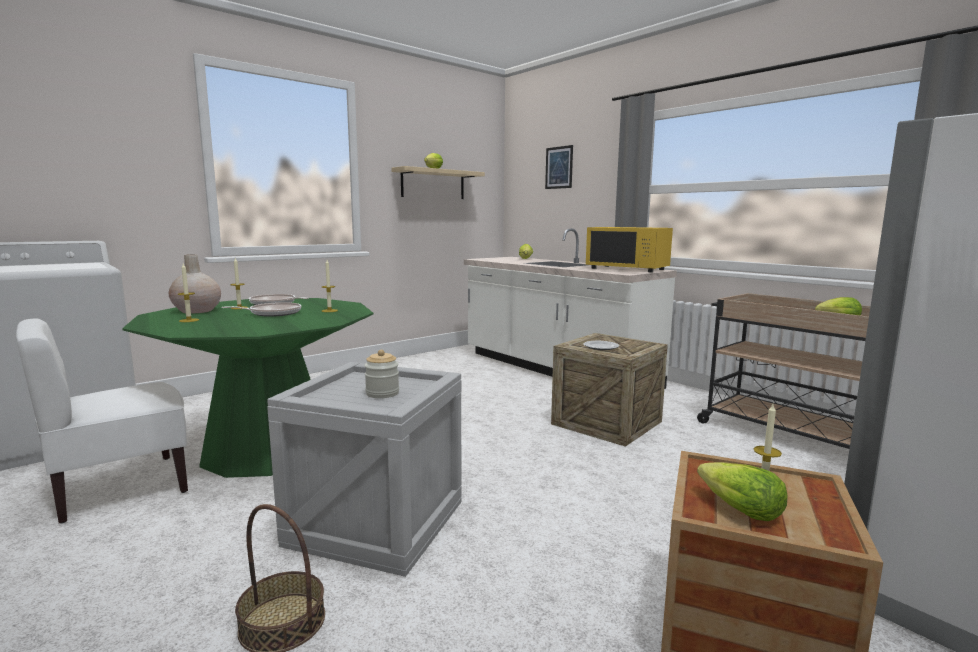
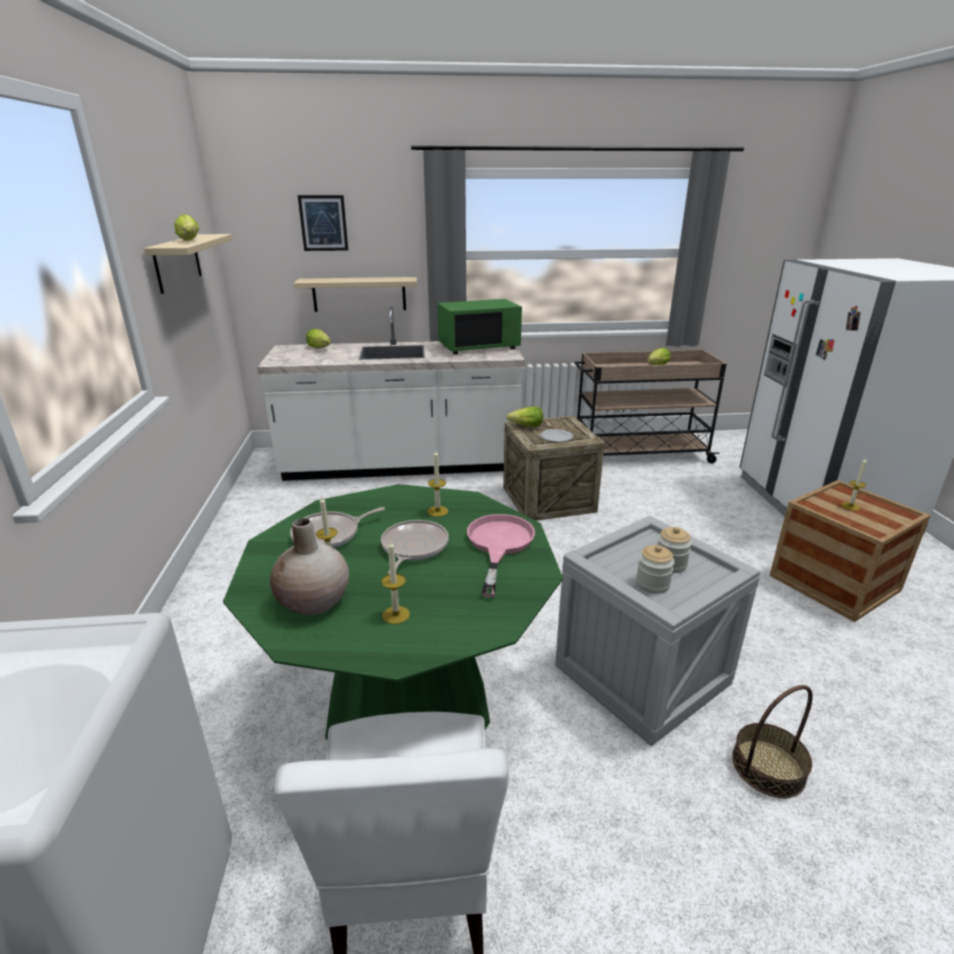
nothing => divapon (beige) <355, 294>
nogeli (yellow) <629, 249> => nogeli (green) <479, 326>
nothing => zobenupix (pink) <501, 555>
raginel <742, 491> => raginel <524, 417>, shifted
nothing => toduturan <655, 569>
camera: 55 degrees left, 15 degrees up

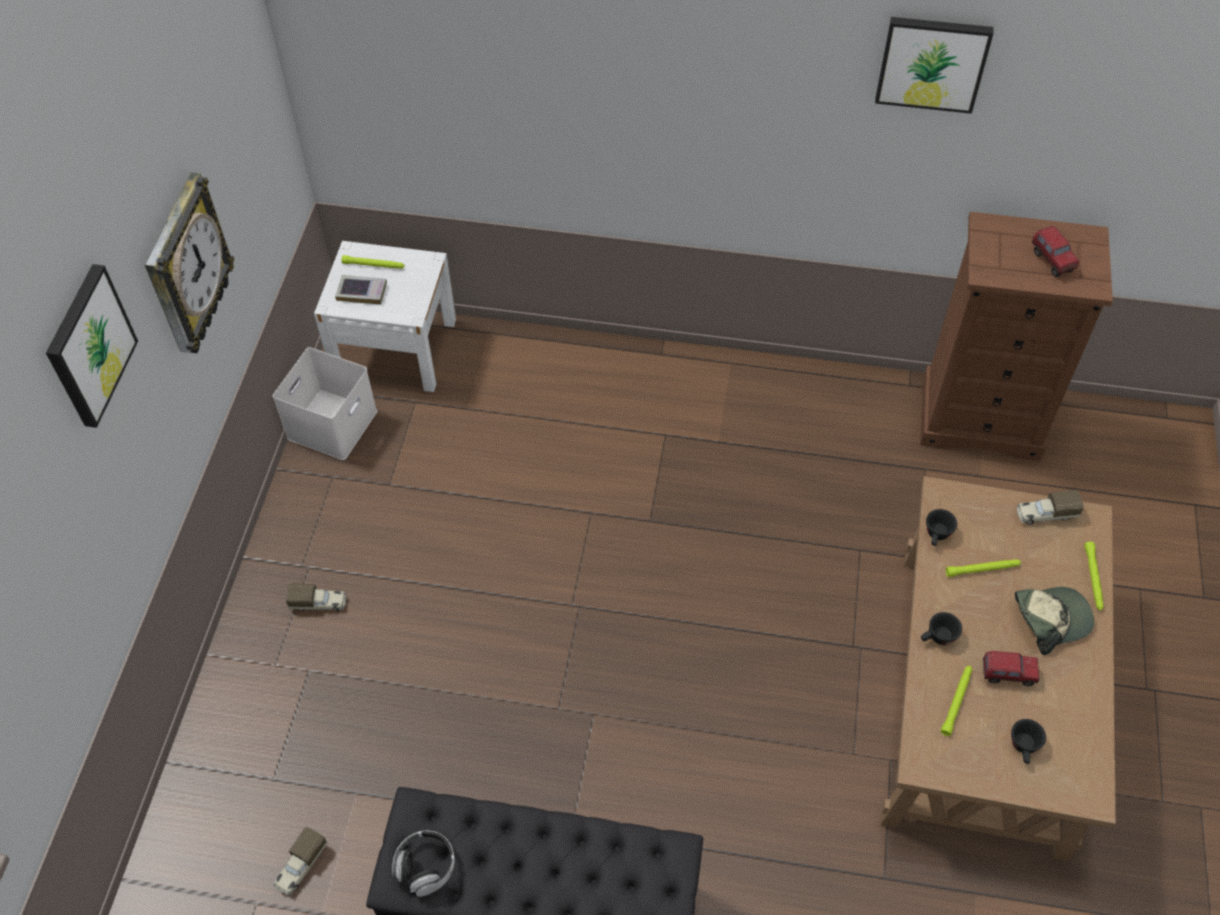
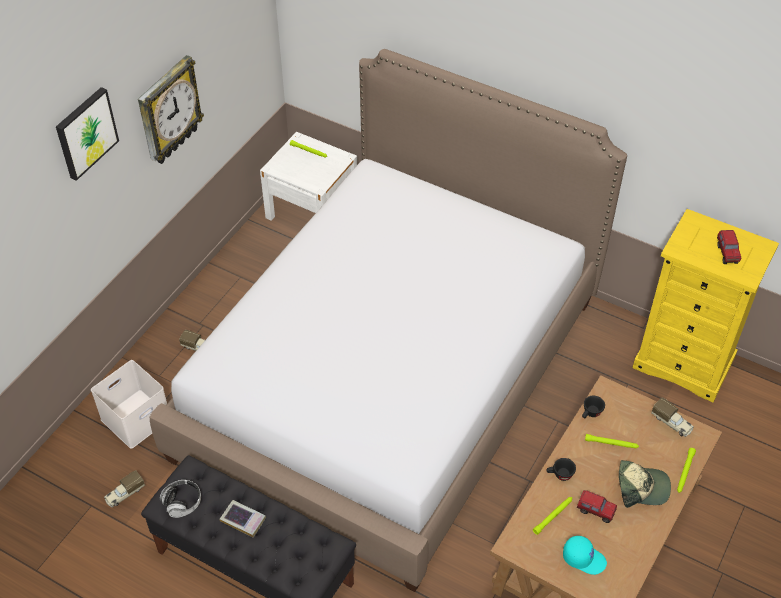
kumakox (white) <325, 403> => kumakox (white) <129, 404>, shifted
nothing => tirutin <388, 320>
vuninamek <361, 290> => vuninamek <243, 518>, shifted
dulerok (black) <1028, 741> => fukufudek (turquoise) <585, 555>
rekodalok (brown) <1016, 336> => rekodalok (yellow) <705, 305>
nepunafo <1050, 507> => nepunafo <672, 417>, 150 degrees counterclockwise
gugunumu <934, 65> => nothing
camera: 20 degrees right, 5 degrees down

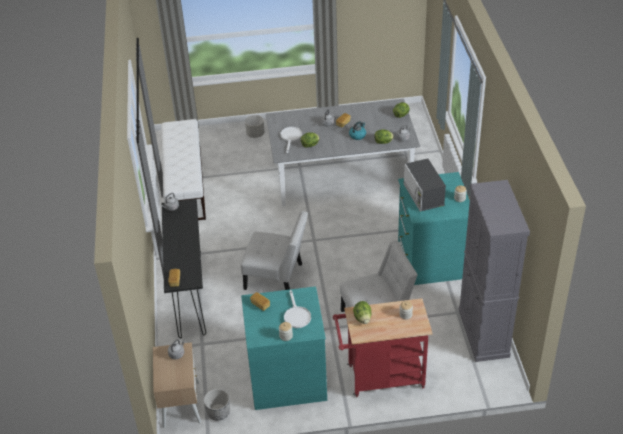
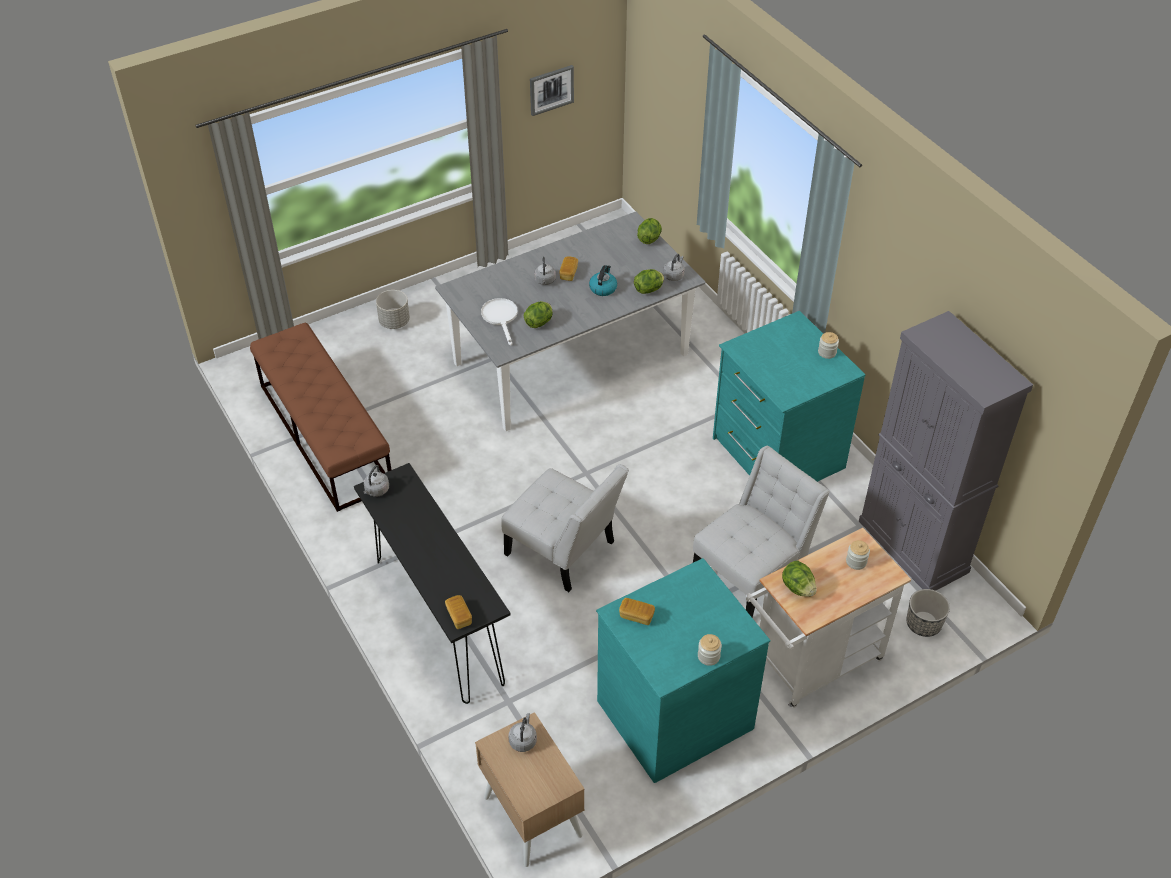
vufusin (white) <183, 169> => vufusin (brown) <320, 417>
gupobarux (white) <274, 250> => gupobarux (white) <565, 528>, 45 degrees clockwise
nothing => gugunumu <552, 90>
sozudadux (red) <383, 347> => sozudadux (white) <828, 618>
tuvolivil <216, 405> => tuvolivil <928, 613>, shifted
zobenupix (white) <297, 309> => nothing
nogeli <424, 185> => nothing
camera: 25 degrees left, 5 degrees up

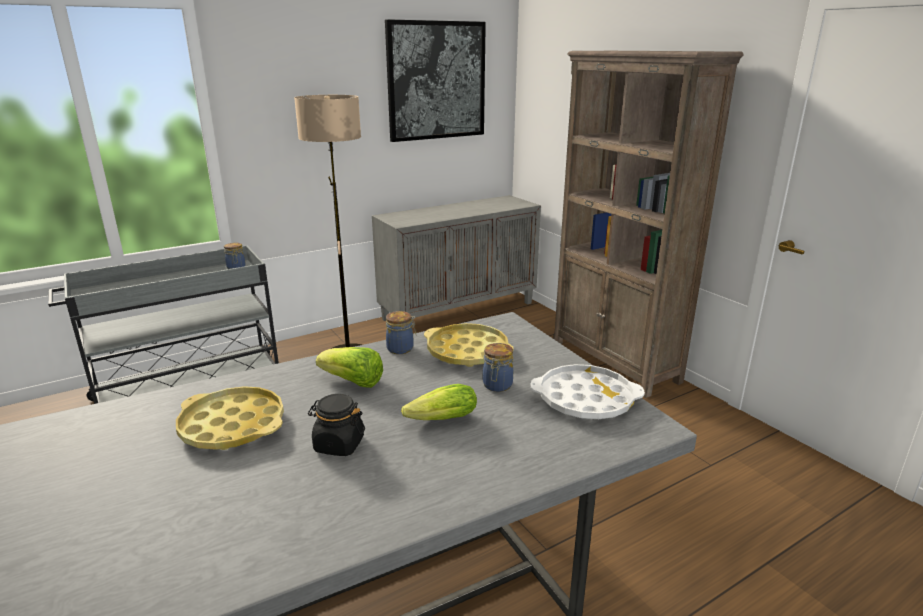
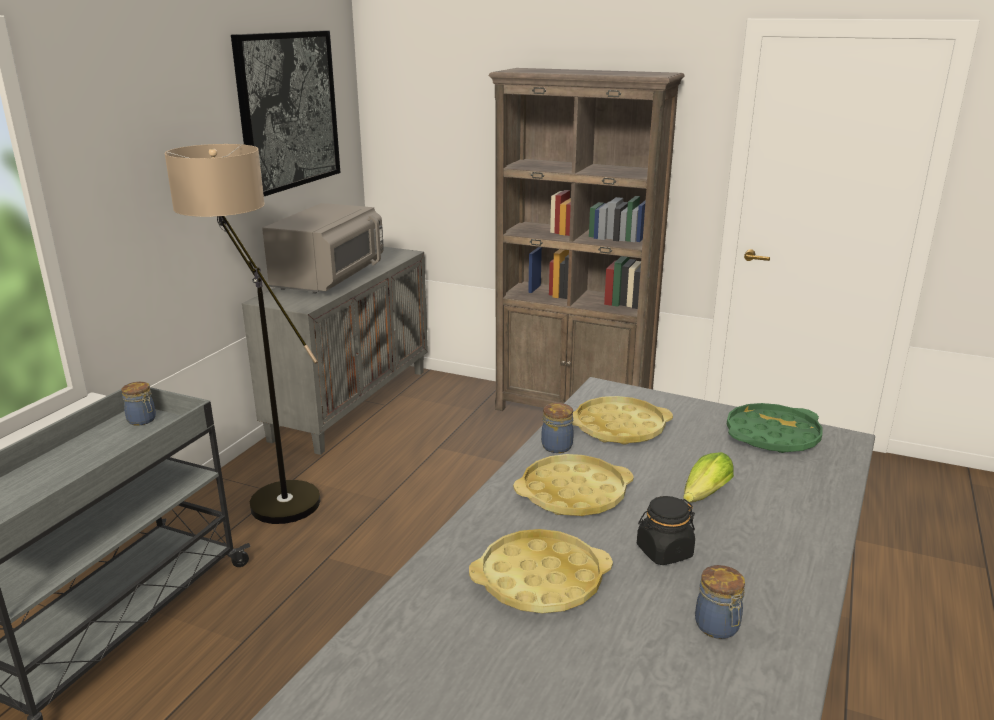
nothing => nogeli (grey) <323, 248>
raginel <349, 367> => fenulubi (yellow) <573, 485>
toduturan <498, 367> => toduturan <720, 602>, shifted
fenulubi (white) <587, 391> => fenulubi (green) <774, 428>
camera: 35 degrees left, 0 degrees up

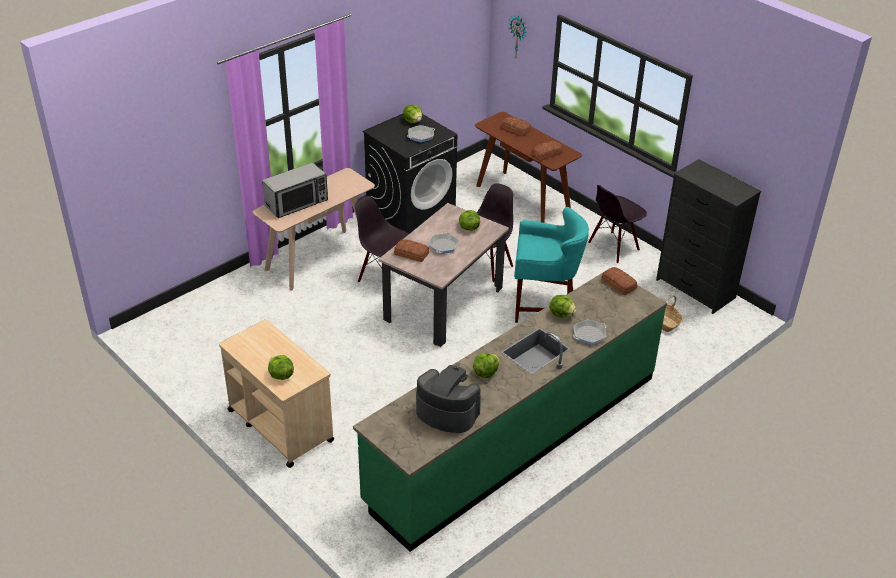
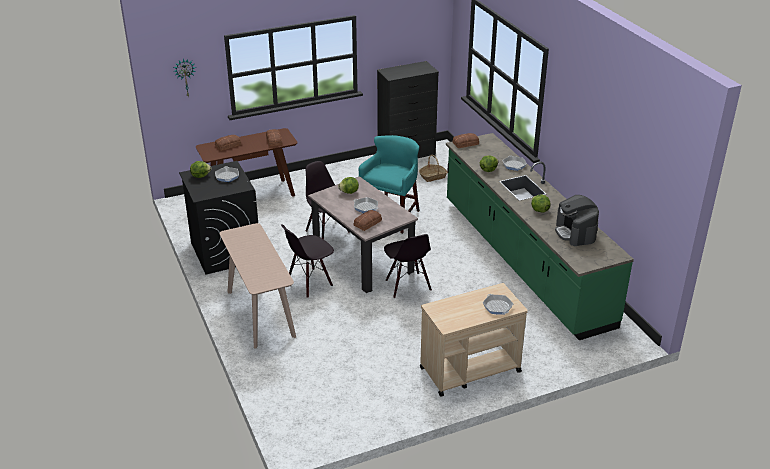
gupobarux (black) <617, 224> => gupobarux (black) <408, 266>, shifted
raginel <281, 367> => zobenupix <498, 304>
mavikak <448, 399> => mavikak <577, 220>, 60 degrees counterclockwise
nogeli <295, 190> => nothing
camera: 70 degrees left, 5 degrees down

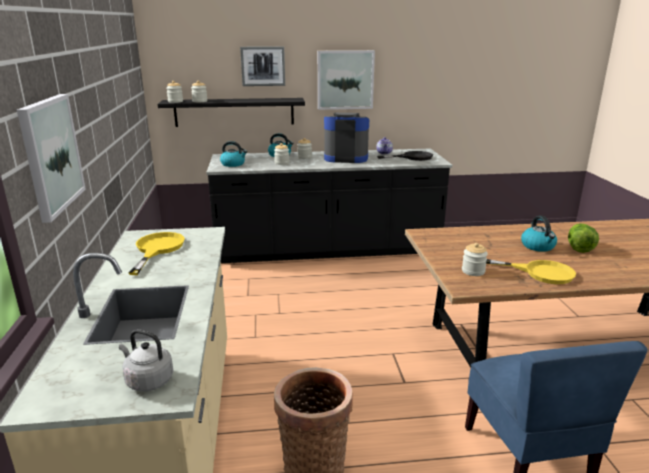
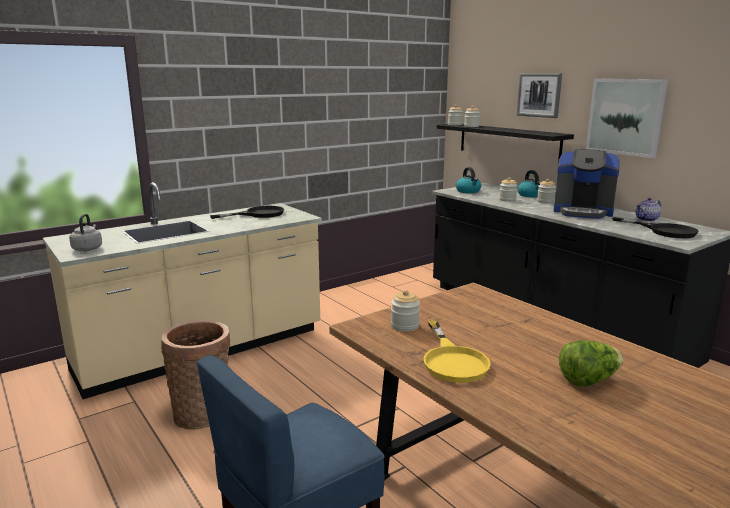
zobenupix (yellow) <156, 253> => zobenupix (black) <247, 212>
mavikak <346, 138> => mavikak <587, 184>, 135 degrees clockwise
gugunumu <51, 158> => nothing
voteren <539, 234> => nothing
camera: 60 degrees right, 5 degrees down

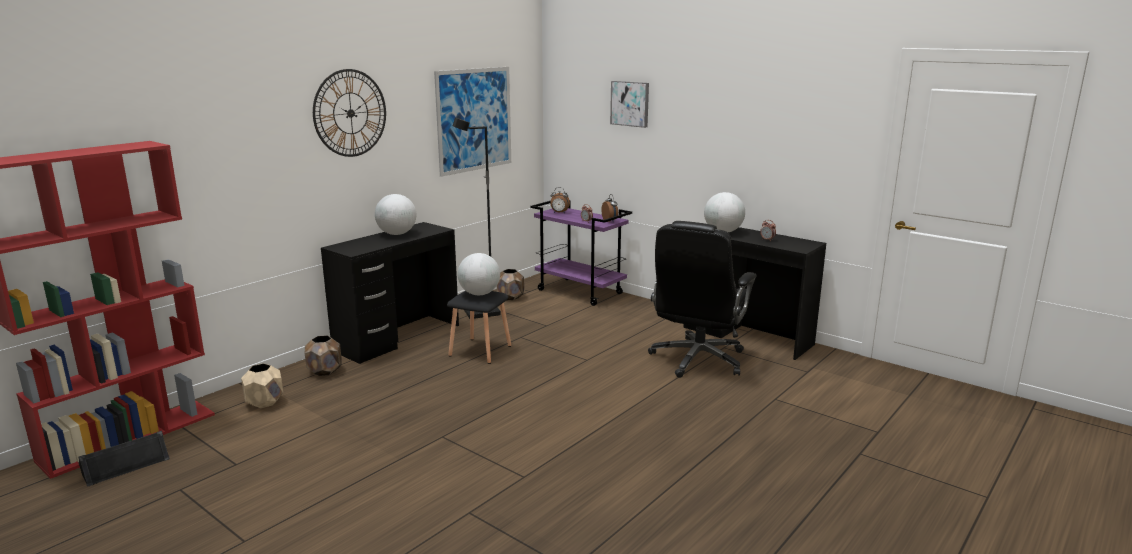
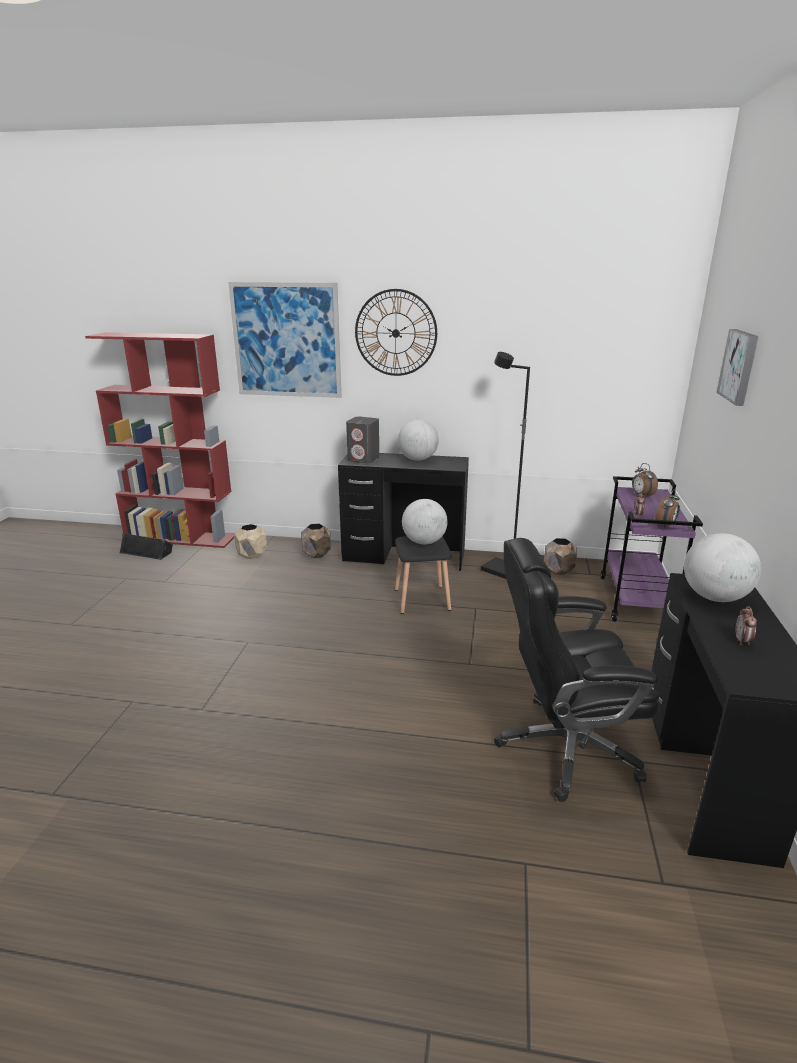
gugunumu <472, 122> => gugunumu <284, 340>, shifted
nothing => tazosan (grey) <362, 440>
camera: 60 degrees right, 5 degrees up

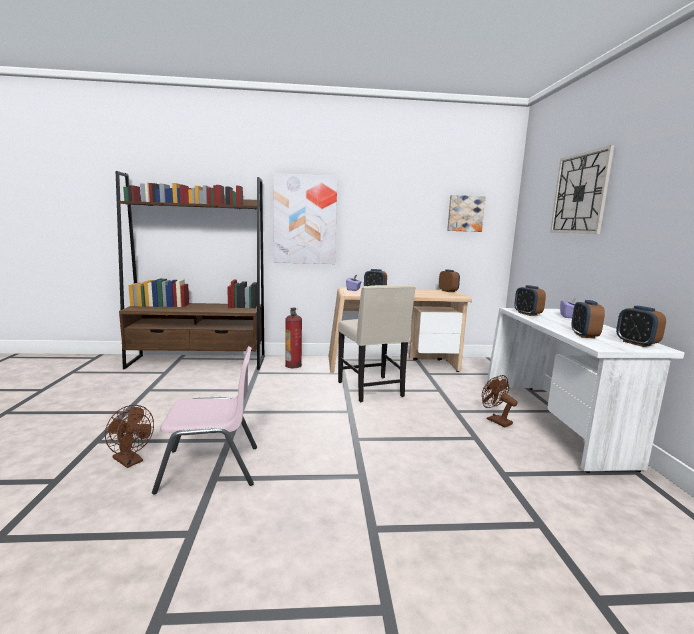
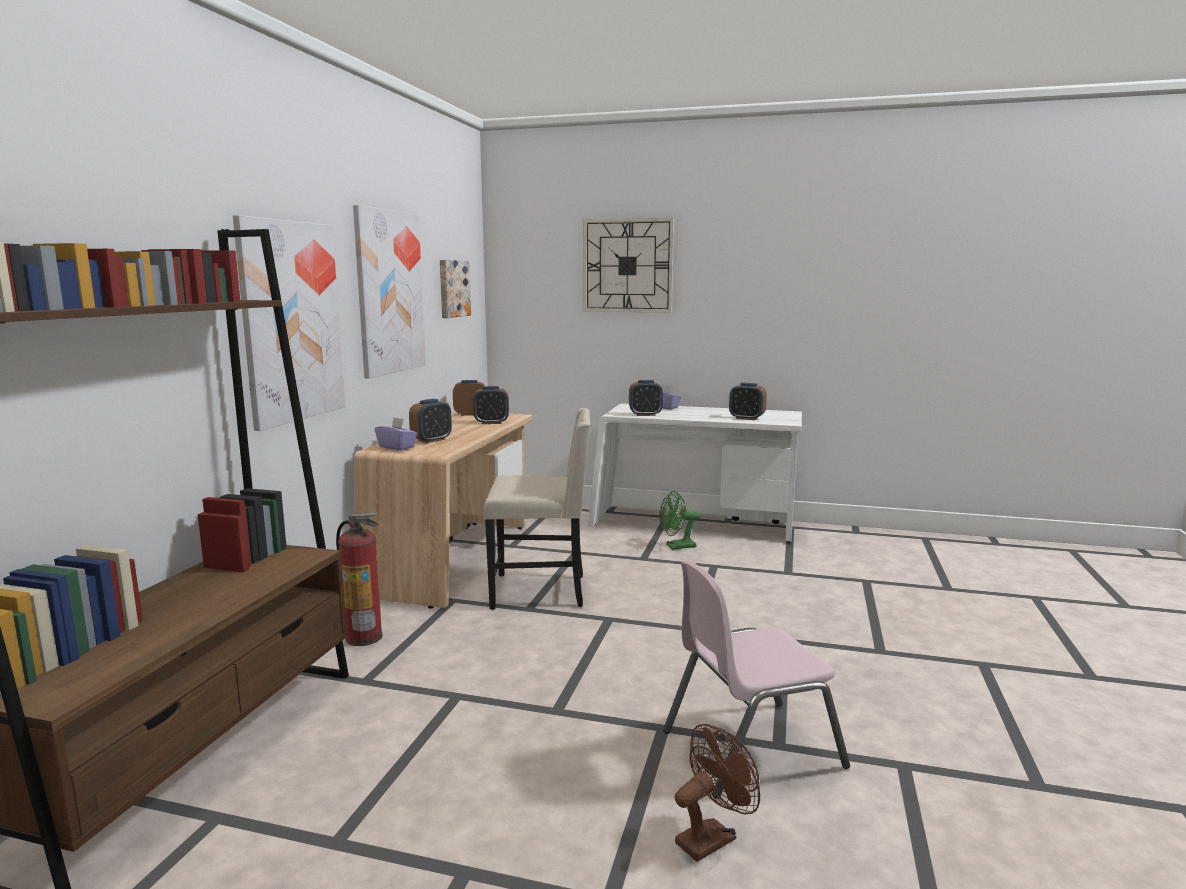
nothing => gugunumu <389, 291>
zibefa <641, 326> => zibefa <491, 405>, shifted
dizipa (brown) <500, 401> => dizipa (green) <680, 520>
gupobarux (pink) <204, 420> => gupobarux (pink) <756, 679>, 120 degrees counterclockwise
camera: 70 degrees left, 0 degrees up

